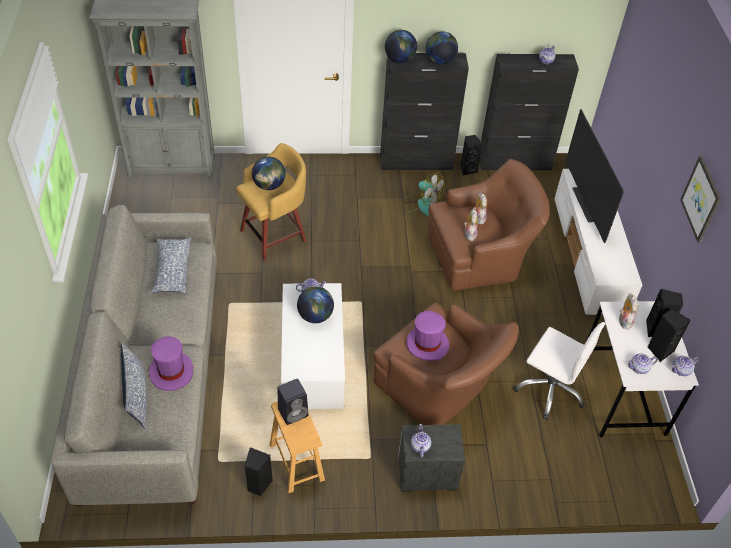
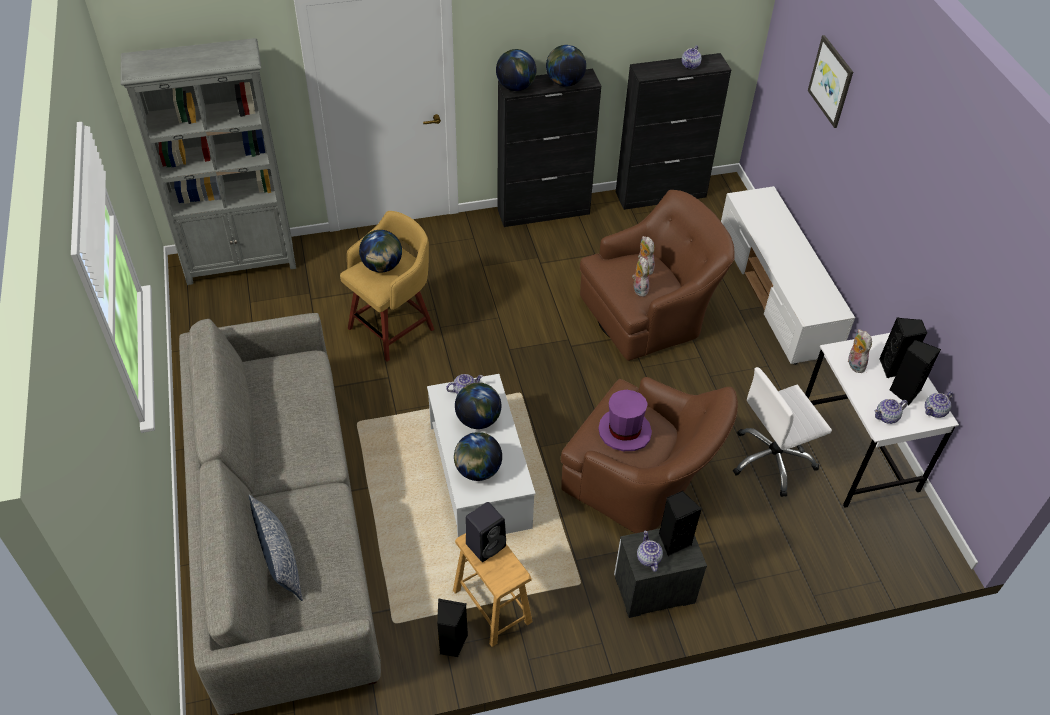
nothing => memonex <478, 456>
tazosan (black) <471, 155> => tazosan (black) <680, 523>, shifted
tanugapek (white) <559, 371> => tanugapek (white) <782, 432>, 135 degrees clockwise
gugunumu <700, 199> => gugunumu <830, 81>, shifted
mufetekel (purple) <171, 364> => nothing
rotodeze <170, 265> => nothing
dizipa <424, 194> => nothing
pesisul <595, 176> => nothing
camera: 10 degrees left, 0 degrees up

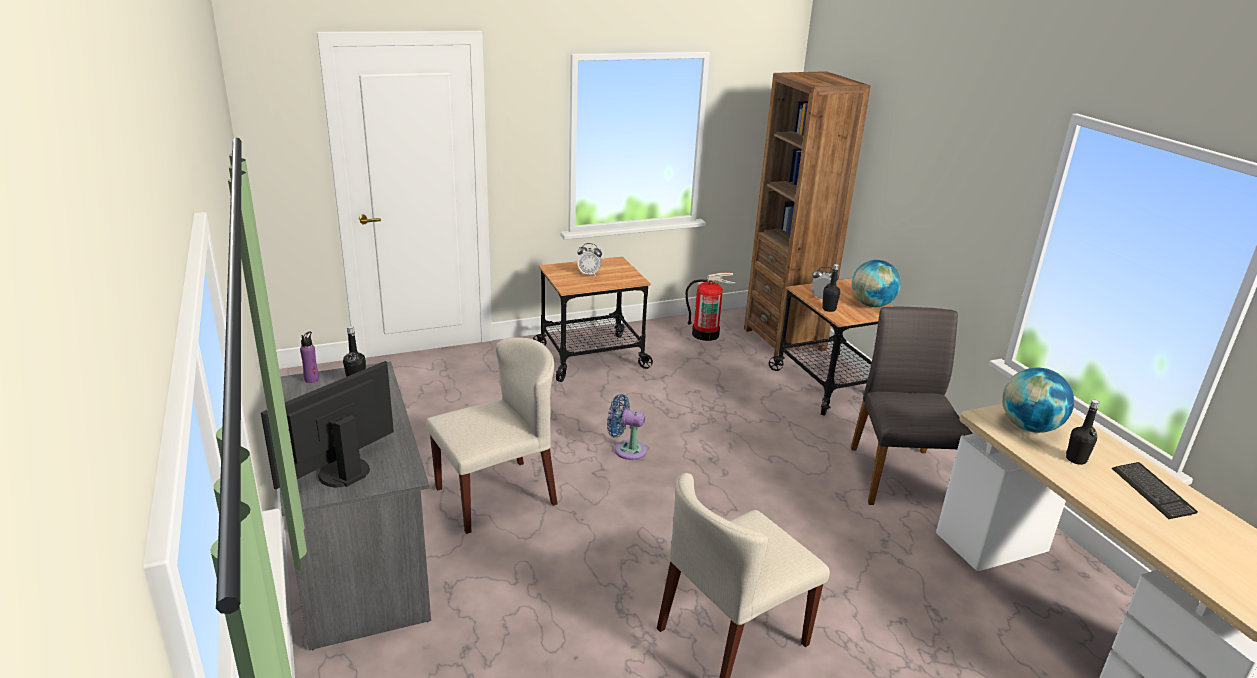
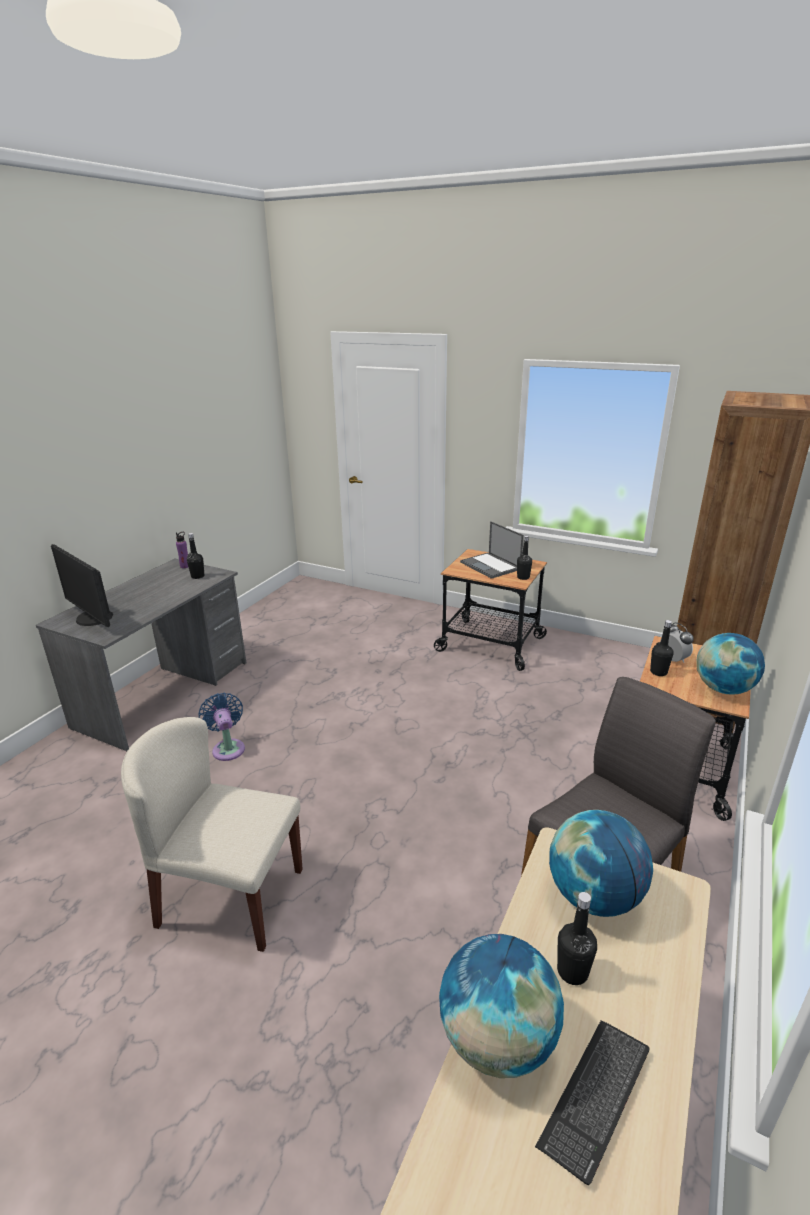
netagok <327, 425> => netagok <82, 585>, 135 degrees counterclockwise
dizipa (blue) <627, 427> => dizipa (blue) <222, 727>, shifted
nothing => memonex <501, 1006>
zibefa <589, 259> => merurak <492, 550>
nothing => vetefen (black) <524, 558>
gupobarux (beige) <491, 435> => nothing
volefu <710, 307> => nothing
camera: 50 degrees right, 0 degrees up

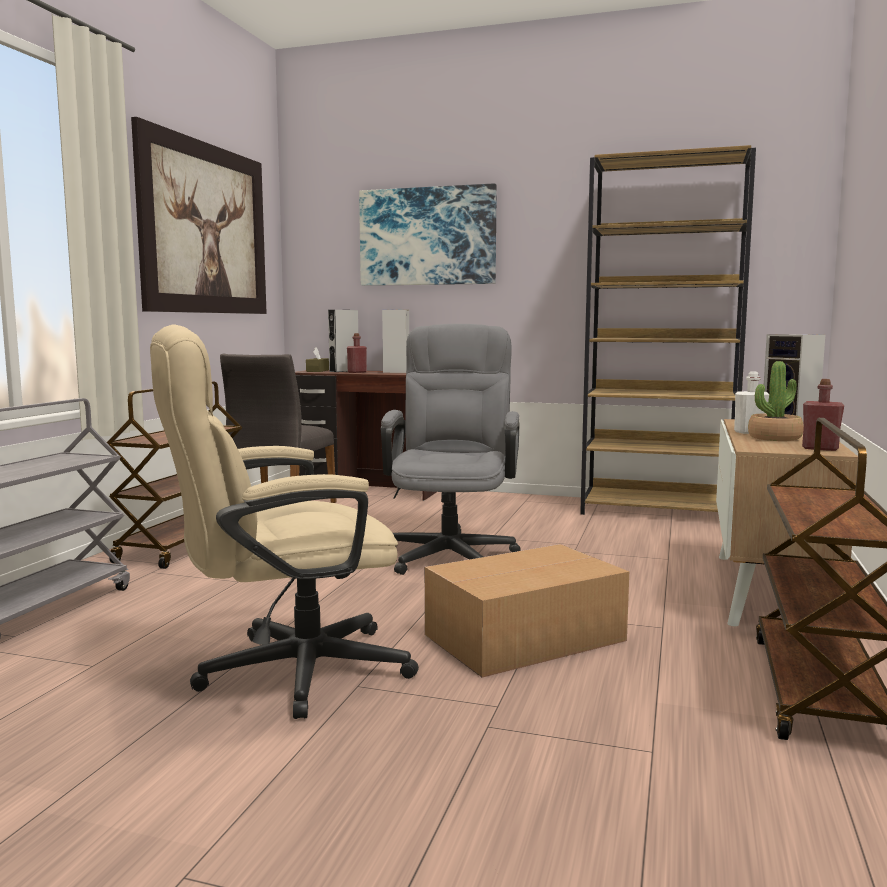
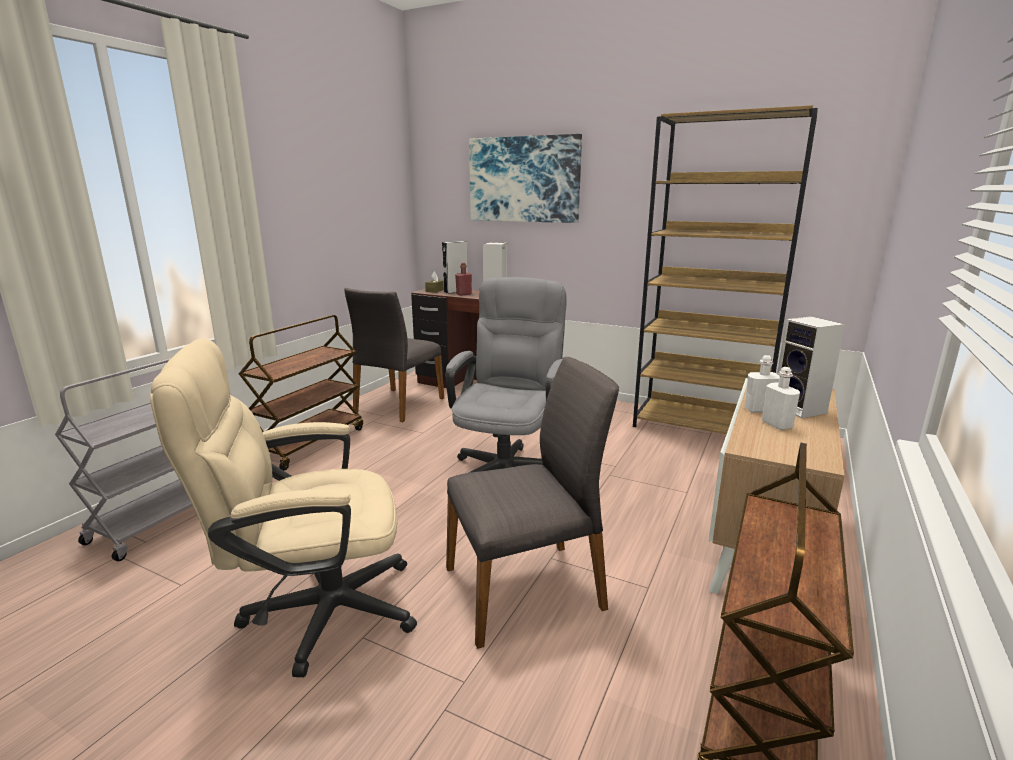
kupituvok <527, 611> => gupobarux (grey) <532, 503>
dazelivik <776, 401> => vetefen (white) <781, 398>
gugunumu <199, 215> => nothing
vetefen (red) <823, 415> => nothing
camera: 10 degrees right, 10 degrees up

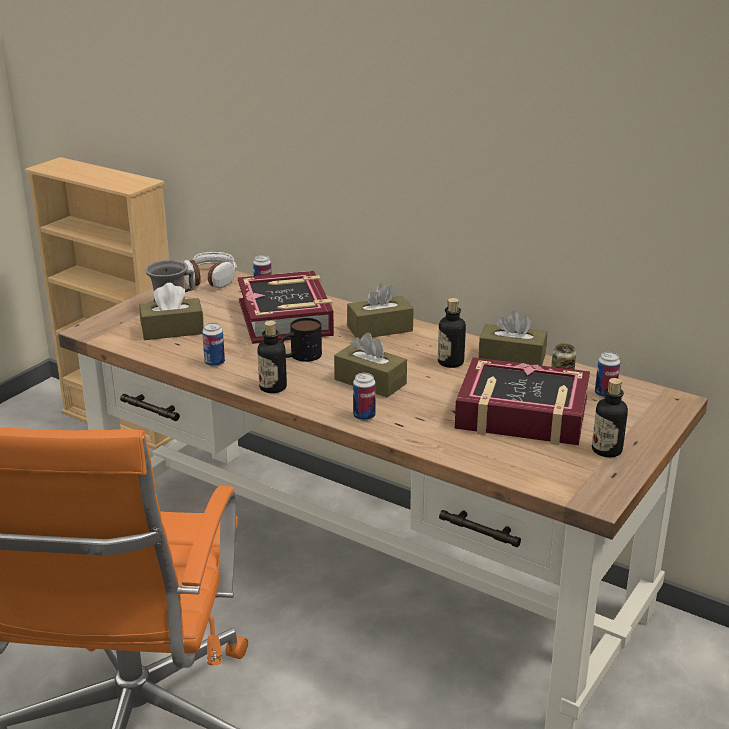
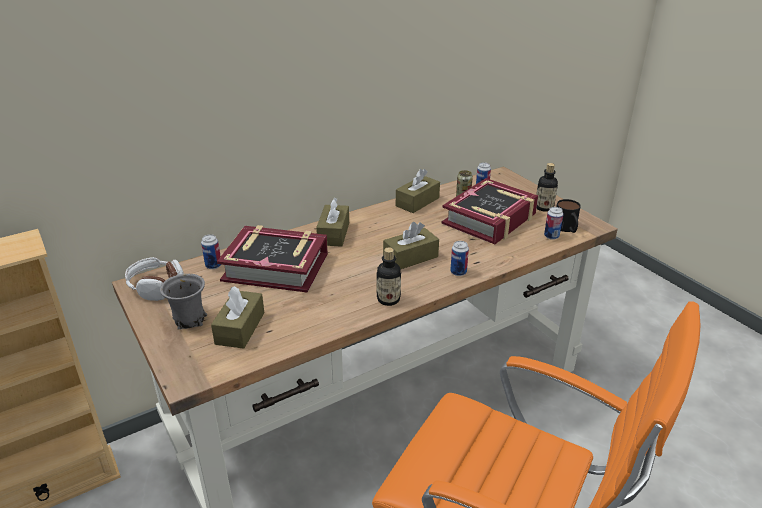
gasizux <213, 345> => gasizux <553, 223>, shifted
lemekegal <301, 340> => lemekegal <568, 216>, shifted
vetefen <452, 333> => nothing
camera: 65 degrees left, 5 degrees up

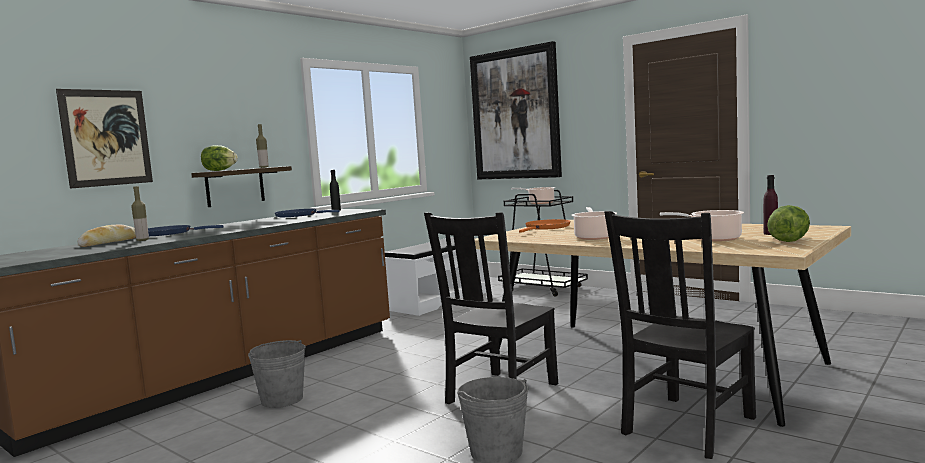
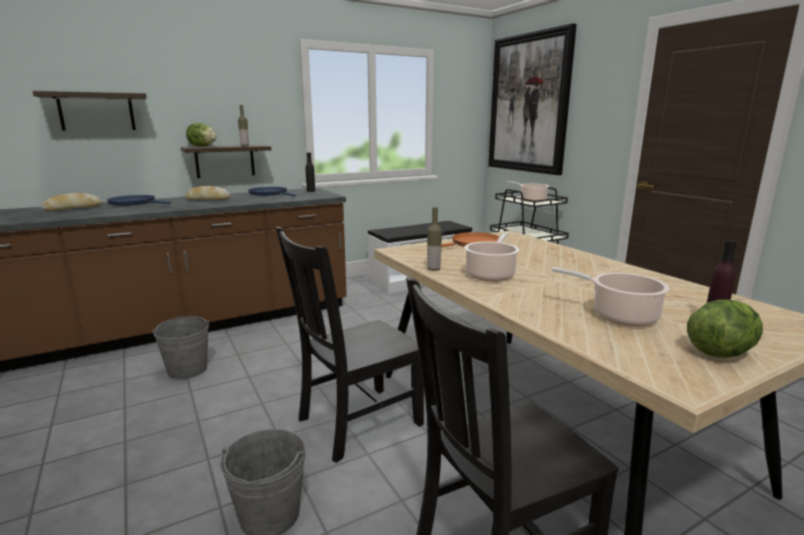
gugunumu <104, 139> => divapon <90, 111>
nothing => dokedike <208, 193>
vetefen <140, 213> => vetefen <434, 239>, shifted
camera: 20 degrees right, 10 degrees up

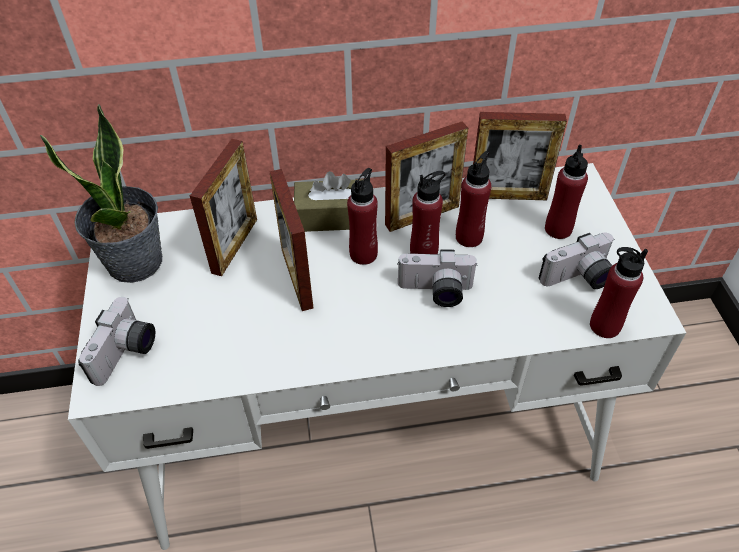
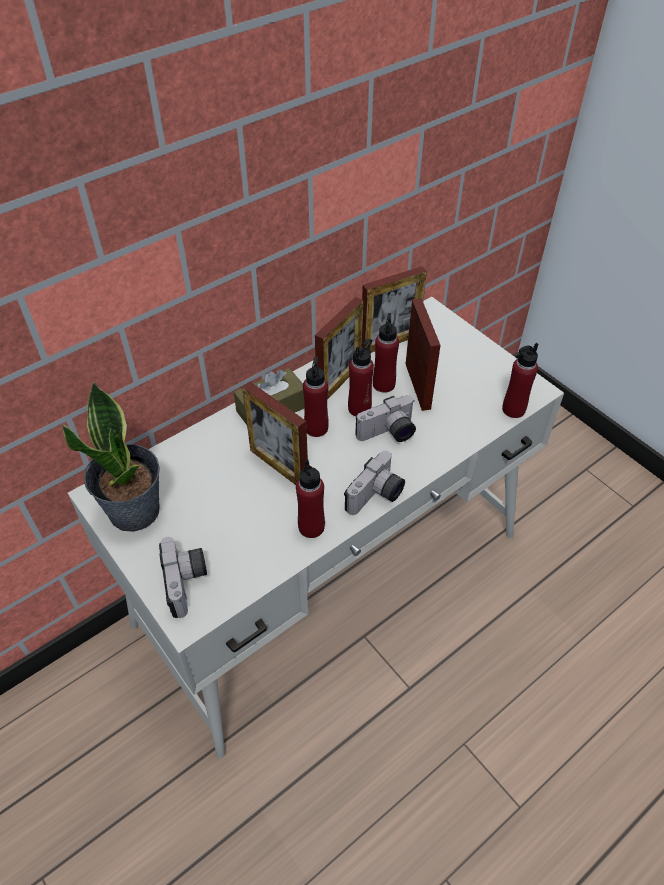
vetefen (red) <566, 192> => vetefen (red) <310, 498>, shifted
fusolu <576, 261> => fusolu <374, 483>, shifted
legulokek <223, 207> => legulokek <423, 354>, shifted
camera: 30 degrees left, 0 degrees up

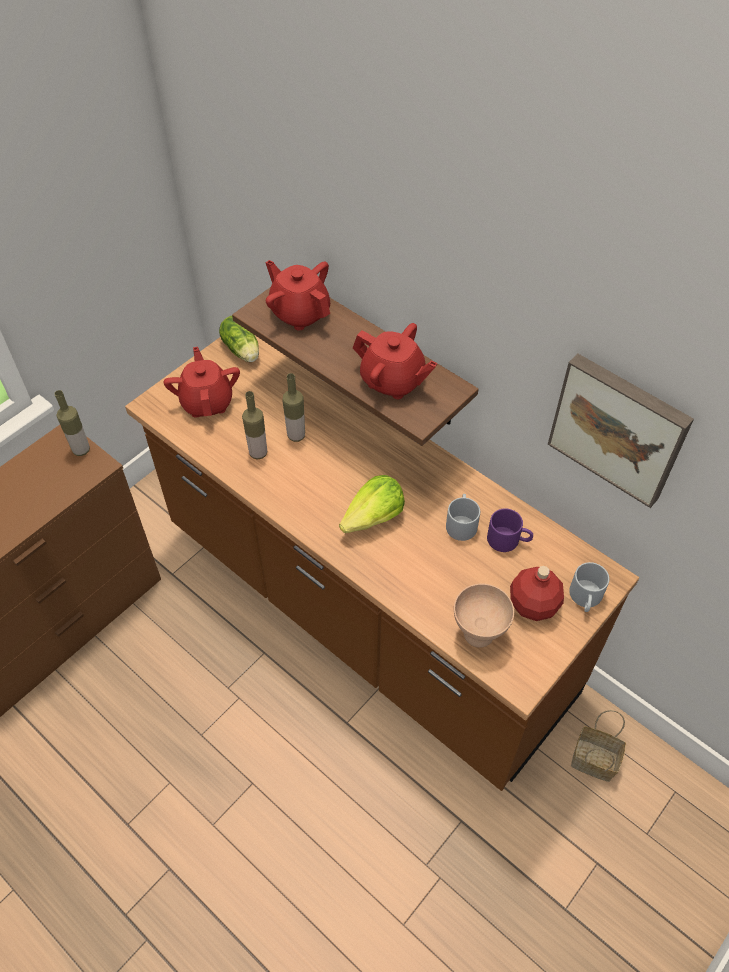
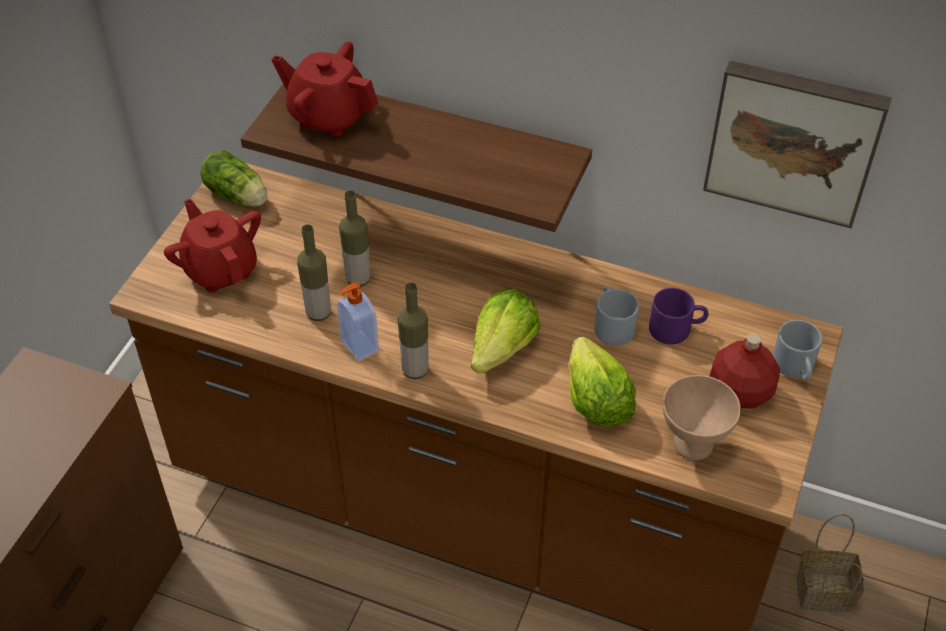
nothing => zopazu <358, 322>
vetefen <72, 423> => vetefen <413, 330>, shifted
nothing => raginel <602, 382>
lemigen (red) <395, 361> => nothing
camera: 20 degrees left, 5 degrees down

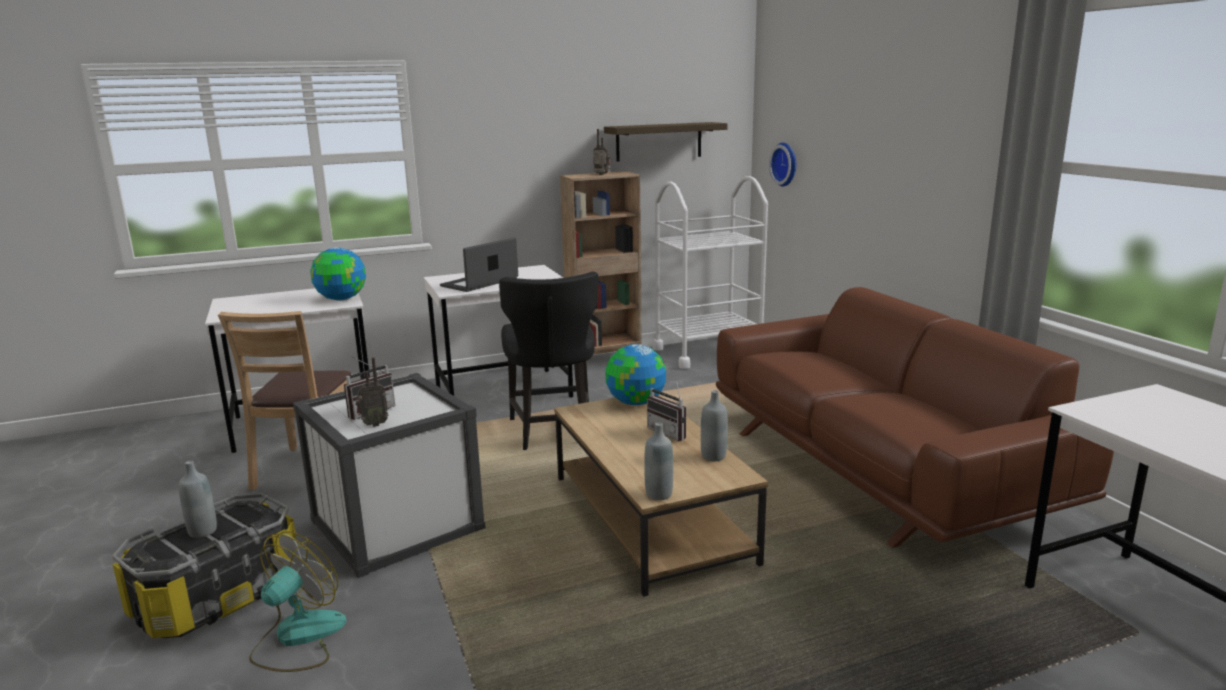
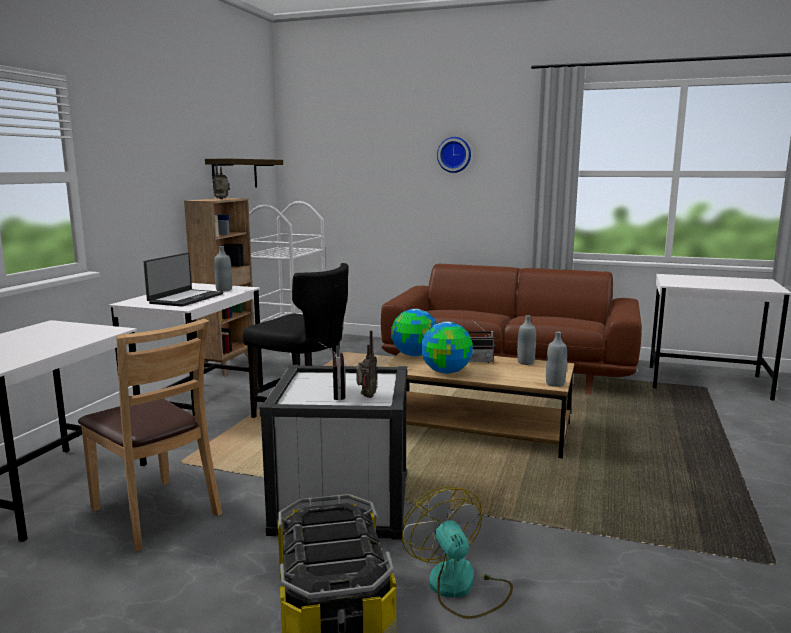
merurak <479, 265> => merurak <183, 280>, 150 degrees counterclockwise
vetefen (grey) <198, 499> => vetefen (grey) <223, 268>, shifted
memonex <338, 274> => memonex <447, 347>, shifted
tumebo <782, 165> => tumebo <454, 155>, shifted
camera: 50 degrees left, 5 degrees down

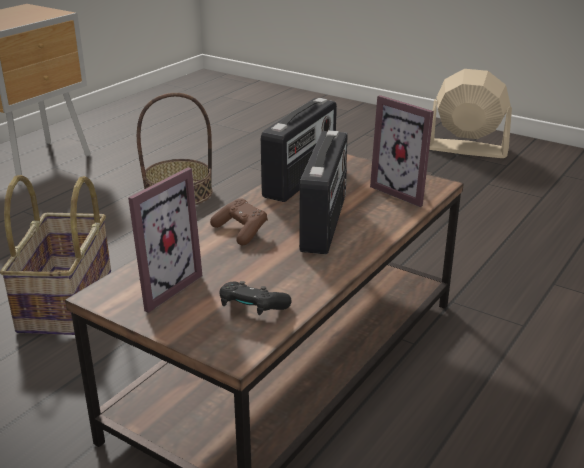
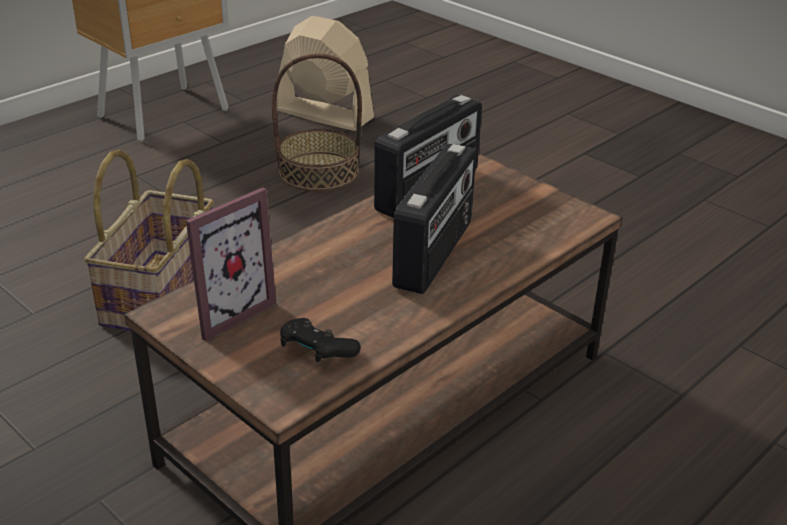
dizipa (beige) <470, 113> => dizipa (beige) <325, 73>, shifted
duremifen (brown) <239, 221> => nothing
legulokek <402, 151> => nothing
camera: 10 degrees right, 5 degrees up

